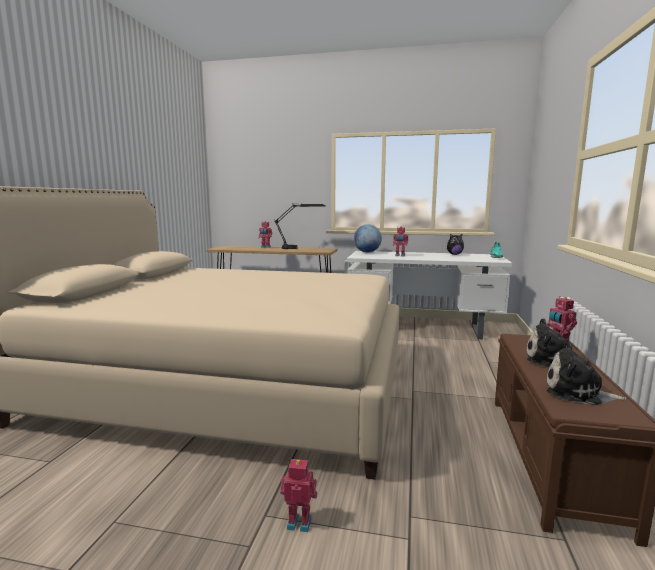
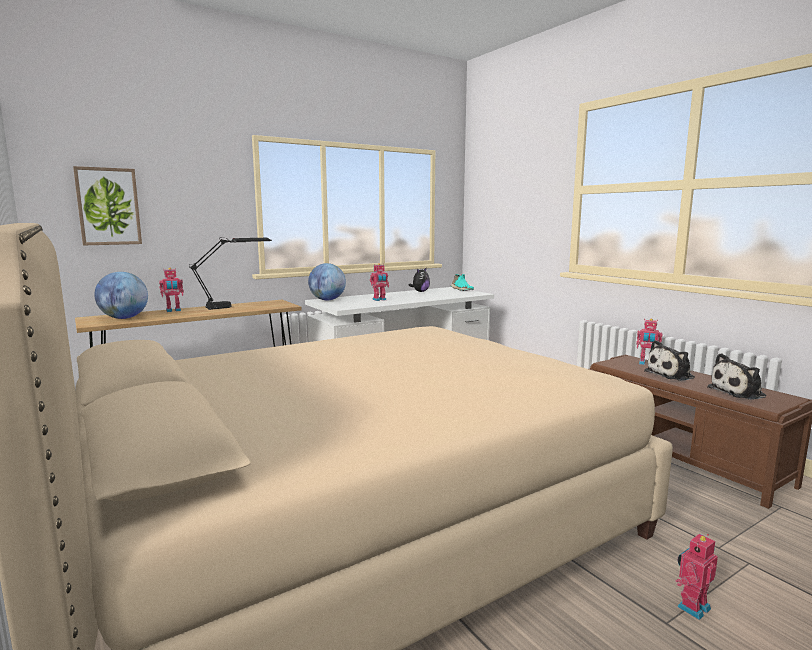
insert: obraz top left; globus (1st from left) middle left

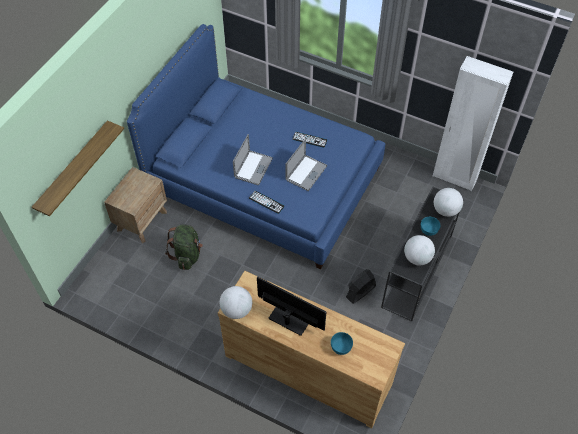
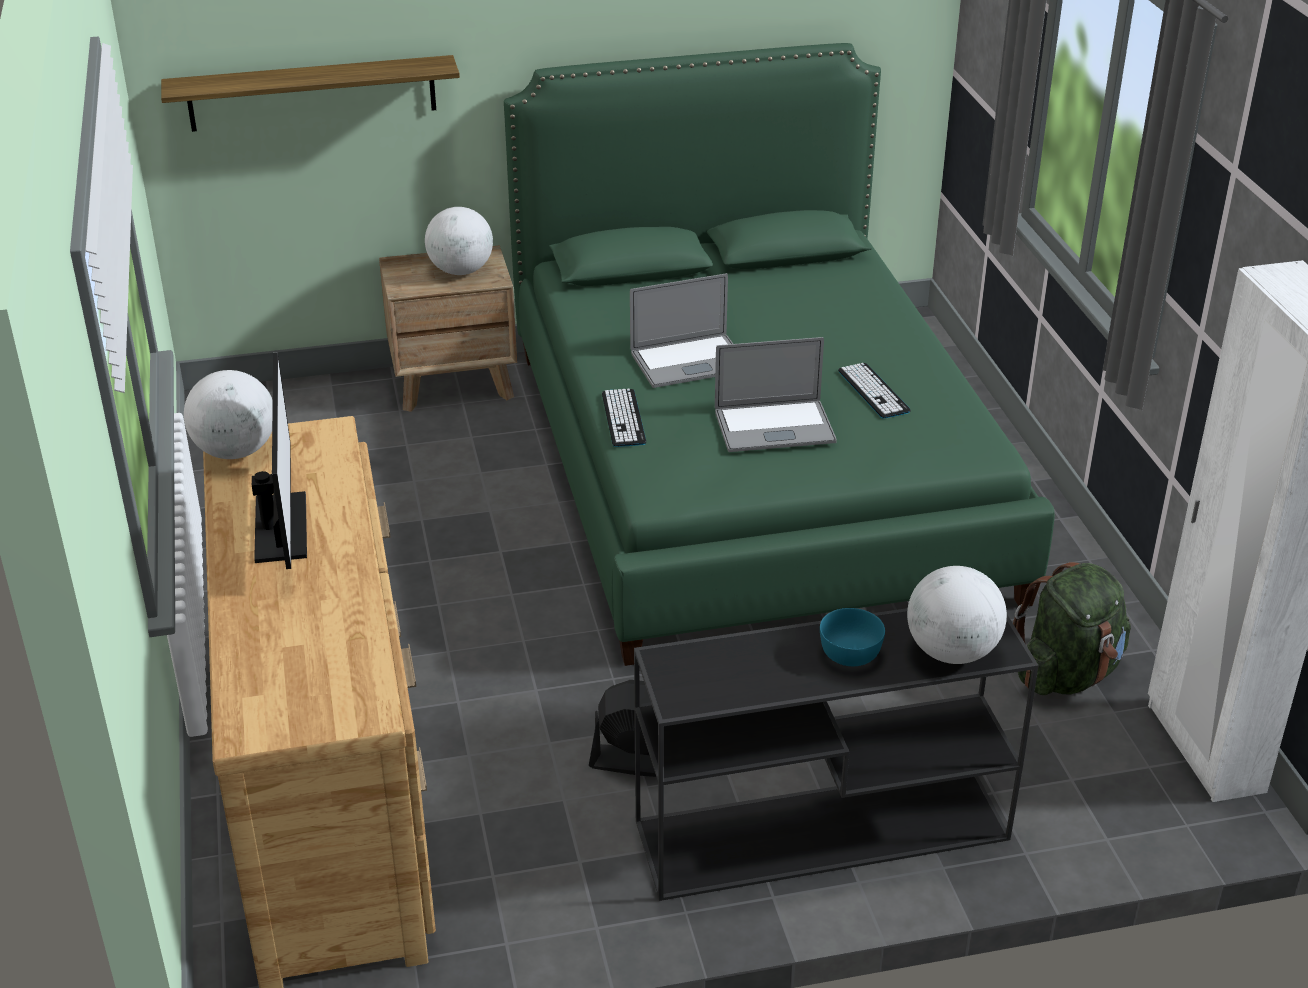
delete: miska/turkusowy (1st from left) bottom centre
move: plecak/zielony middle left to middle right; globus (2nd from left) middle right to top centre
recolor: łóżko/niebieski centre to łóżko/zielony centre

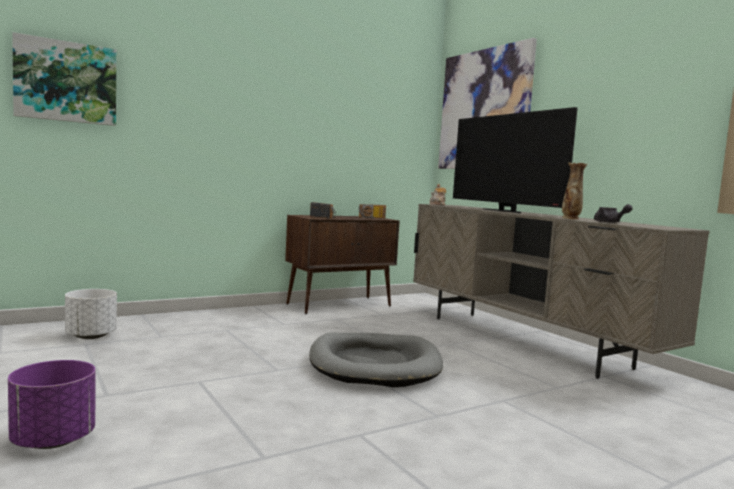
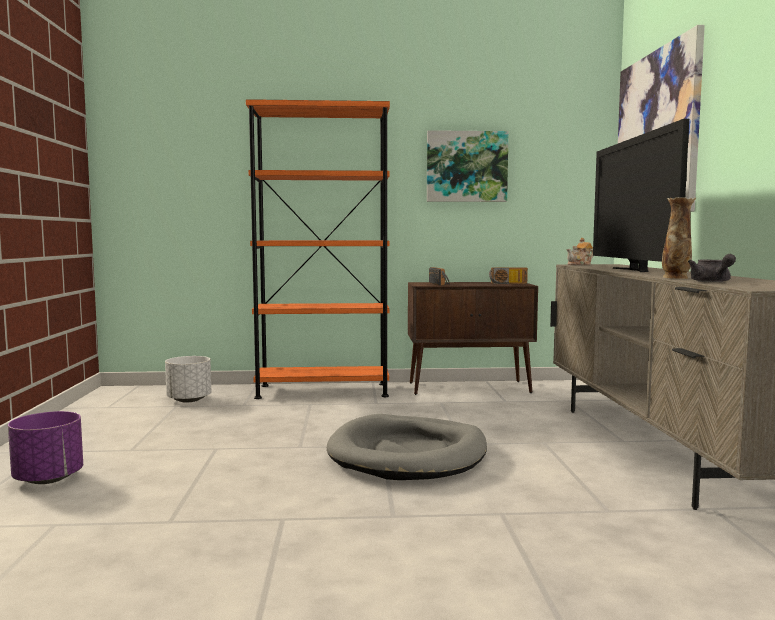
insert: regał/pomarańczowy centre
move: obraz (1st from left) top left to top centre

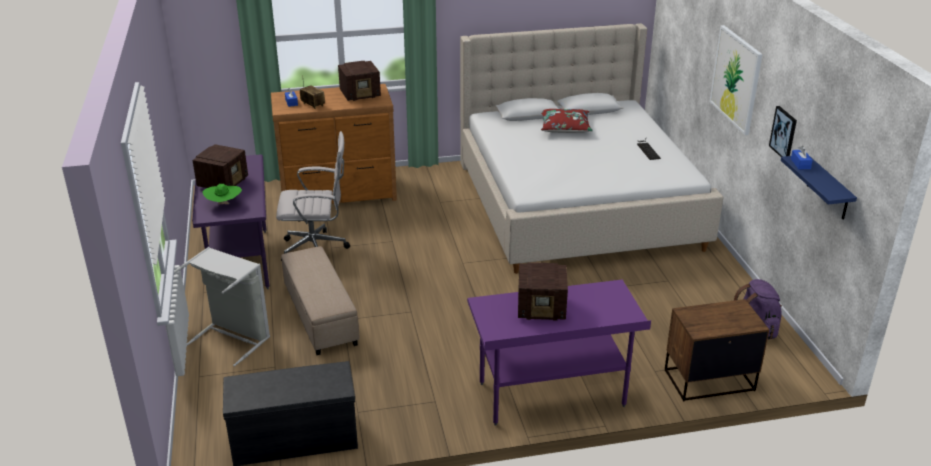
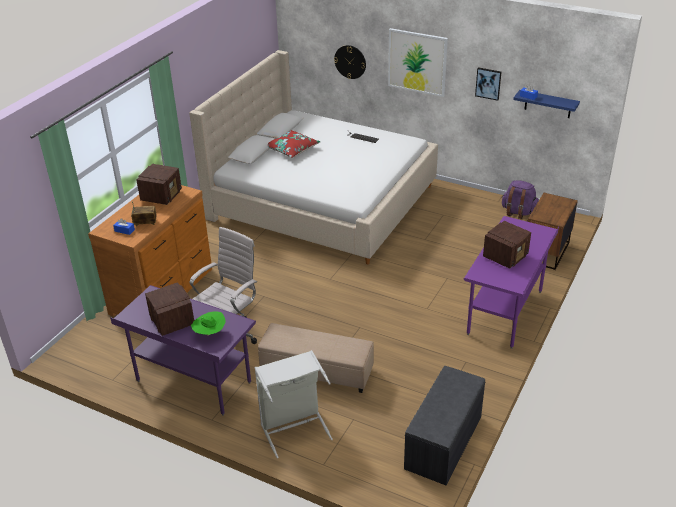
insert: zegar ścienny top centre

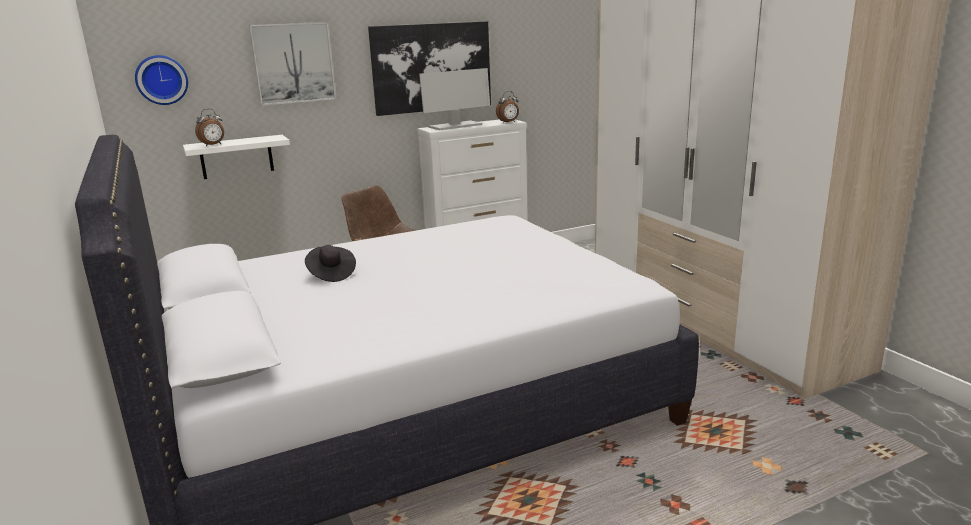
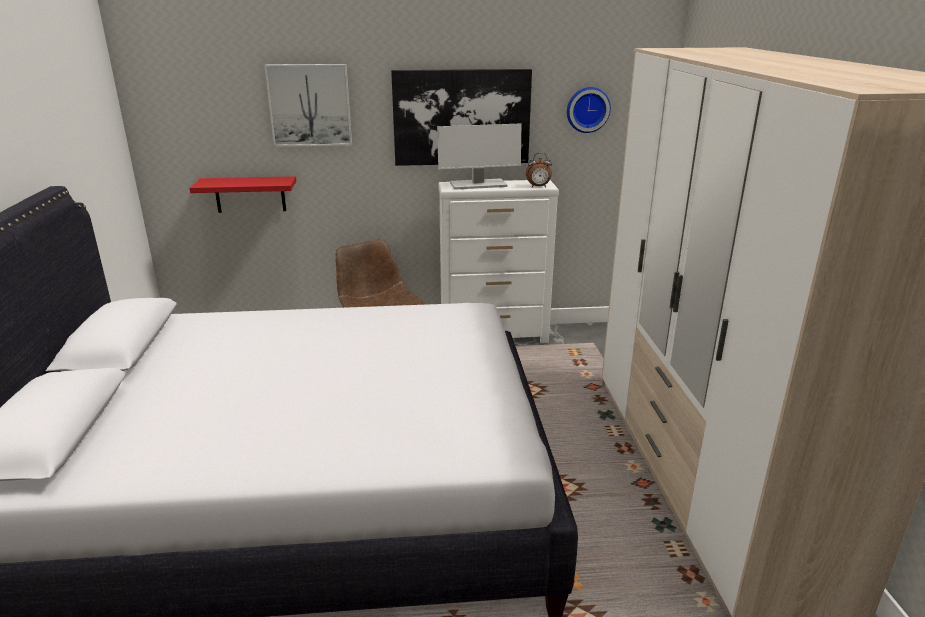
delete: budzik (1st from left) top left; kapelusz/czarny centre
move: zegar ścienny top left to top centre
recolor: półka/biały top left to półka/czerwony top left

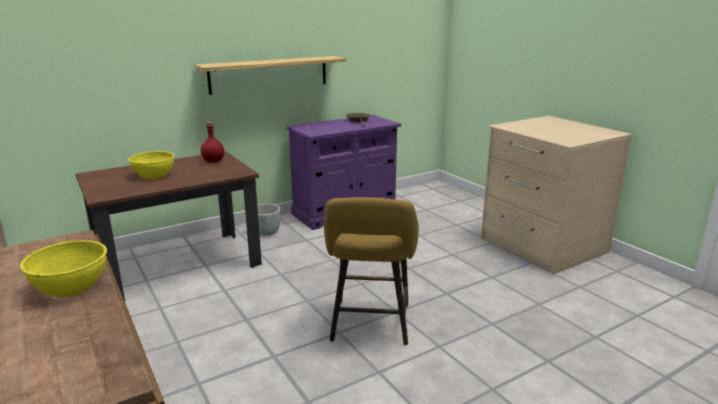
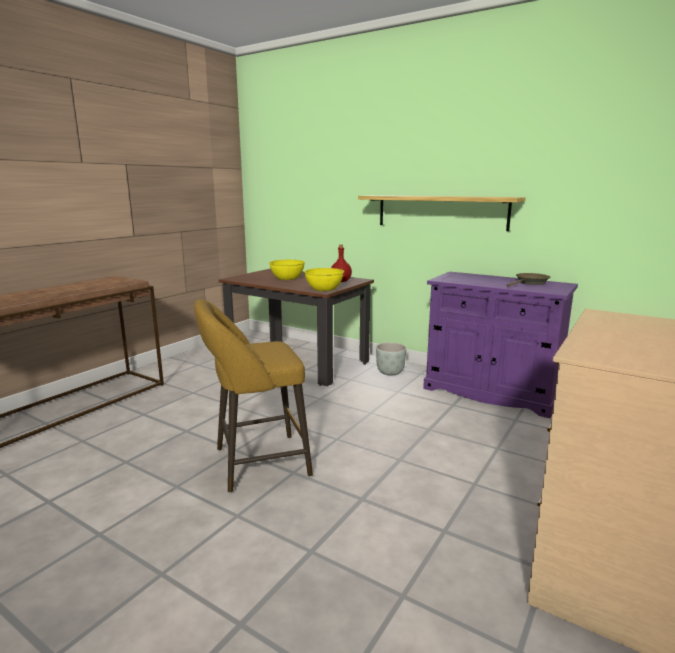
move: miska/żółty (1st from left in the first image) middle left to miska/żółty (2nd from left) centre

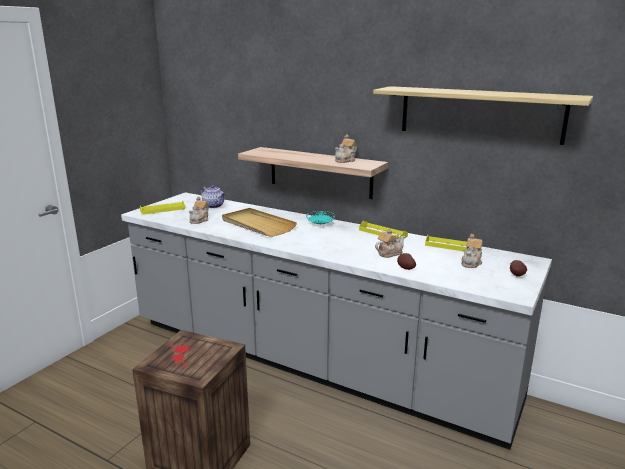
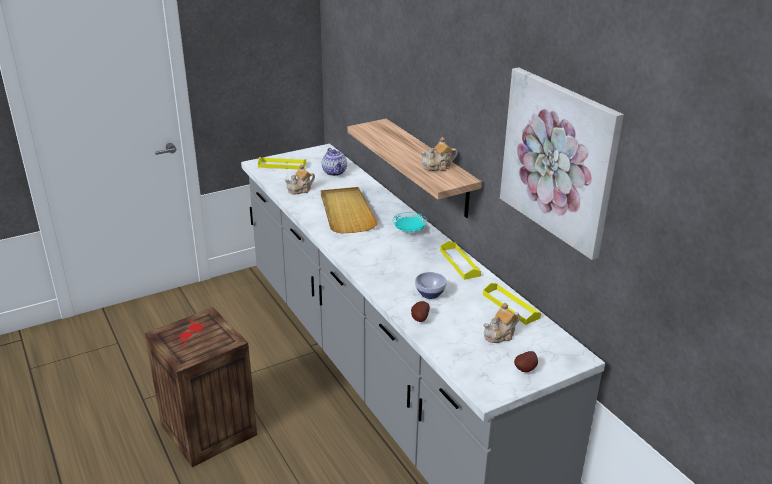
replace: półka (2nd from left) top right to obraz middle right; imbryk (4th from left) centre to miska centre

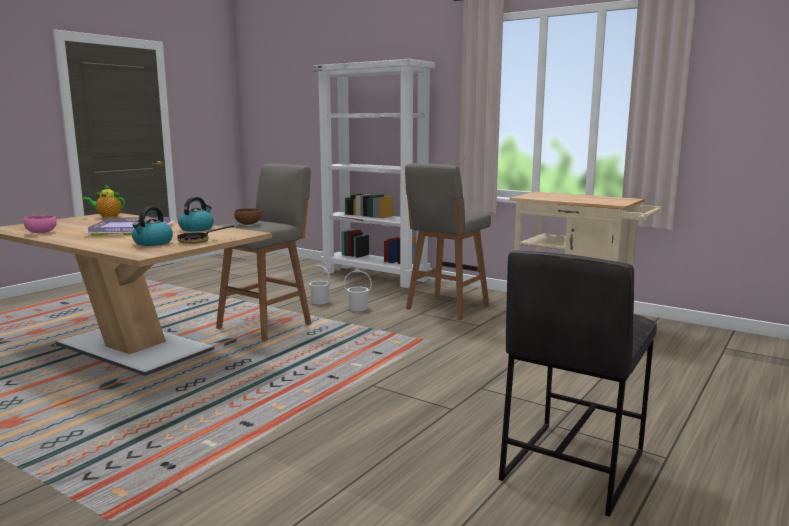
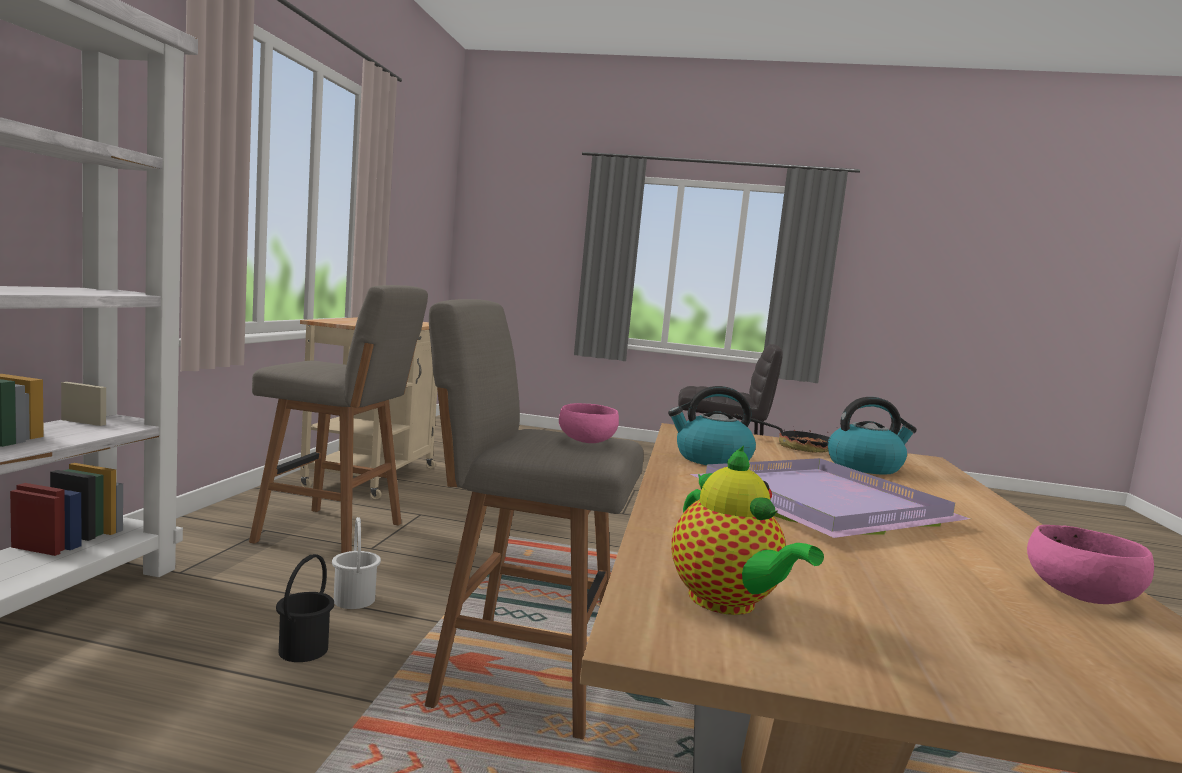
recolor: miska/brązowy middle left to miska/różowy (1st from left) centre; wiadro/biały (1st from left) centre to wiadro/czarny bottom left

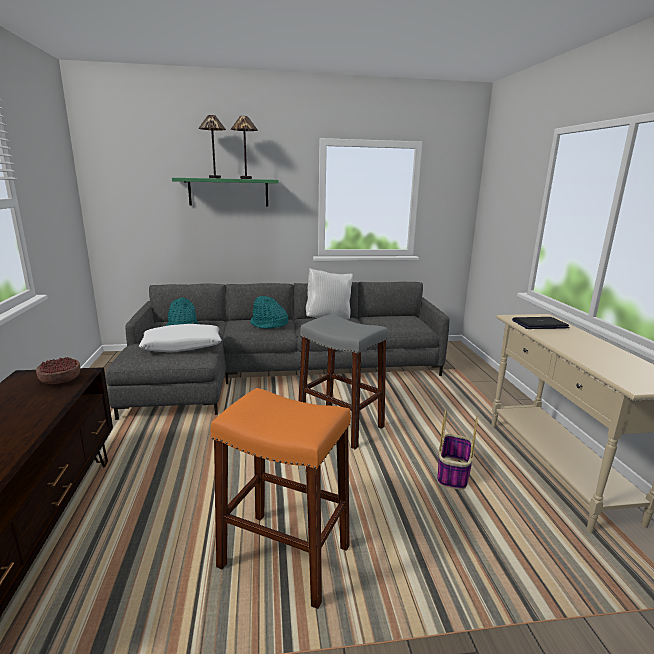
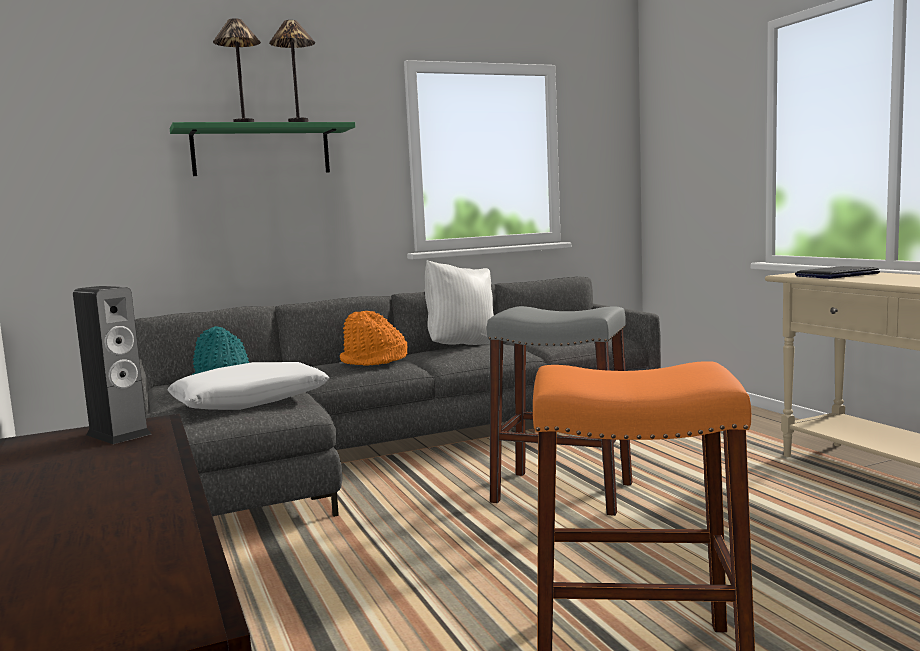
delete: koszyk bottom right
replace: miska middle left to głośnik middle left
recolor: kapelusz/turkusowy (2nd from left) centre to kapelusz/pomarańczowy centre

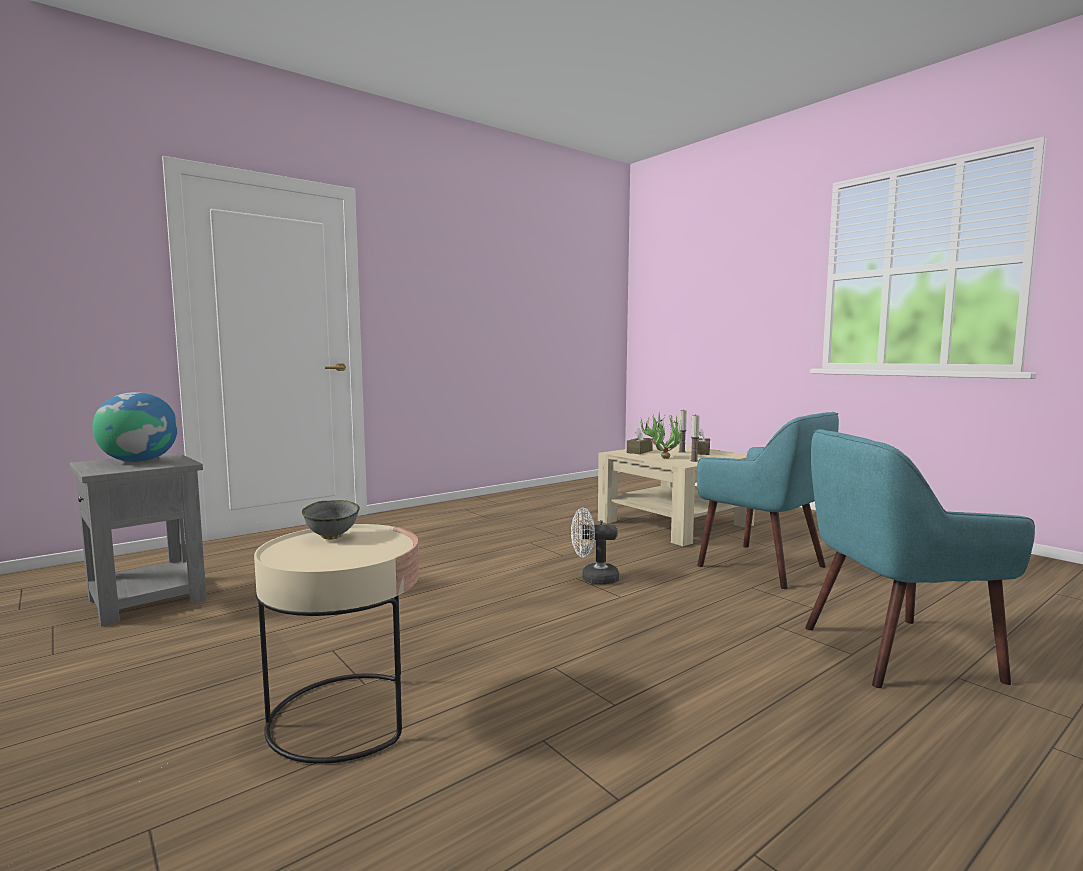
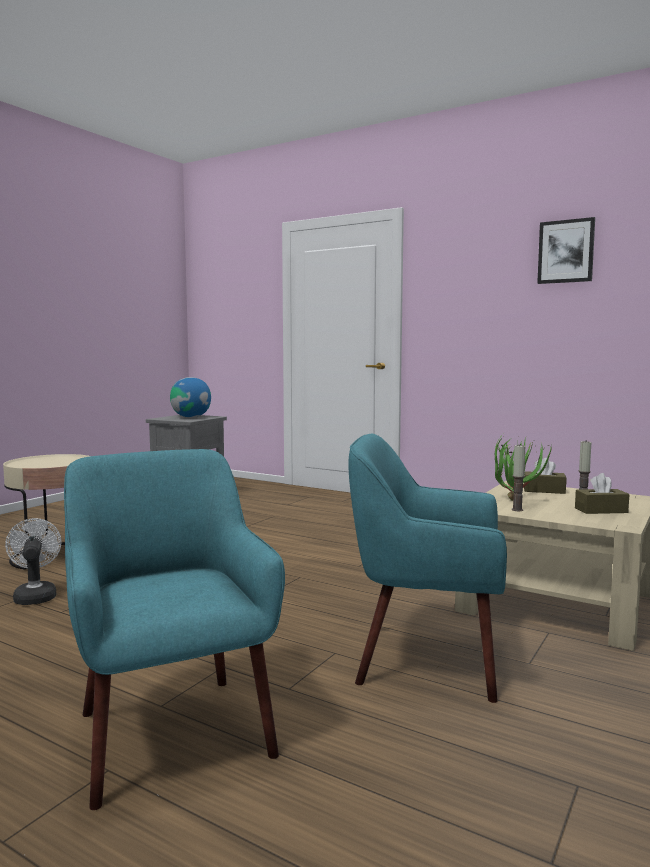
delete: miska/szary middle left
insert: obraz top right
move: wentylator/biały centre to middle left
rotate: fotel/turkusowy (1st from left in the first image) middle right = centre 75 degrees clockwise

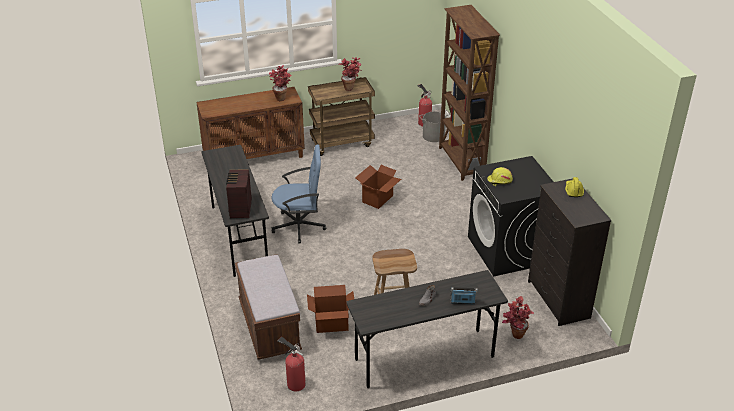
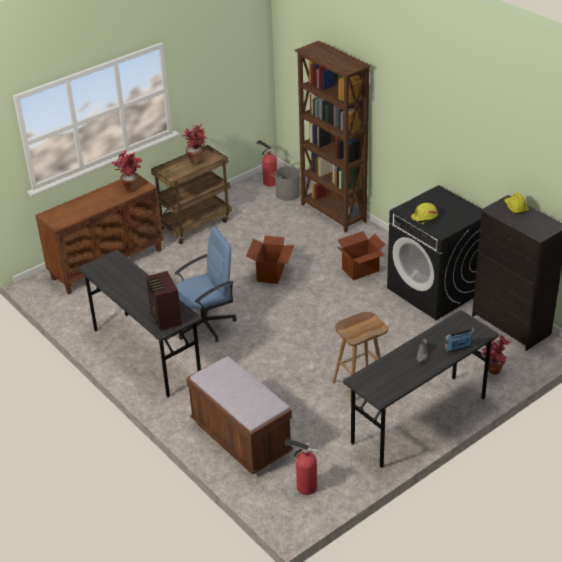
move: karton (1st from left in the first image) bottom centre to karton (2nd from left) centre

